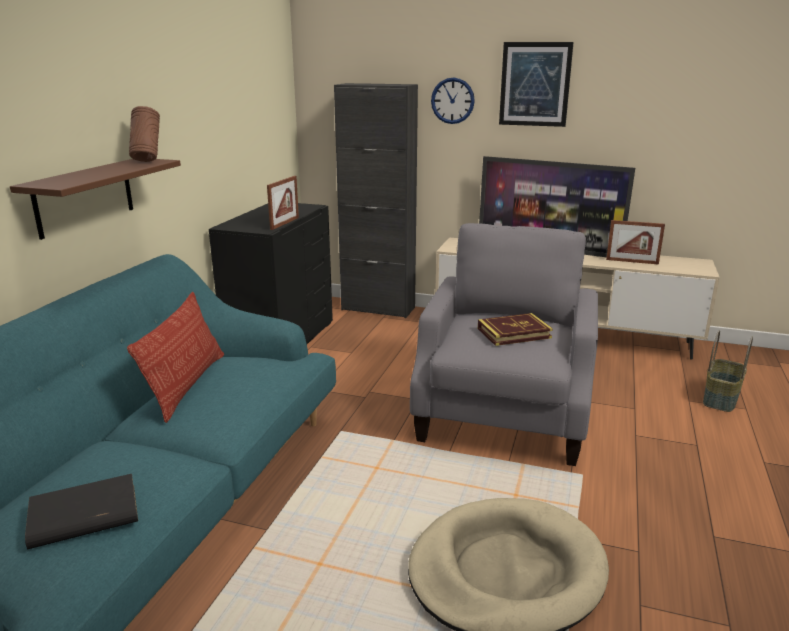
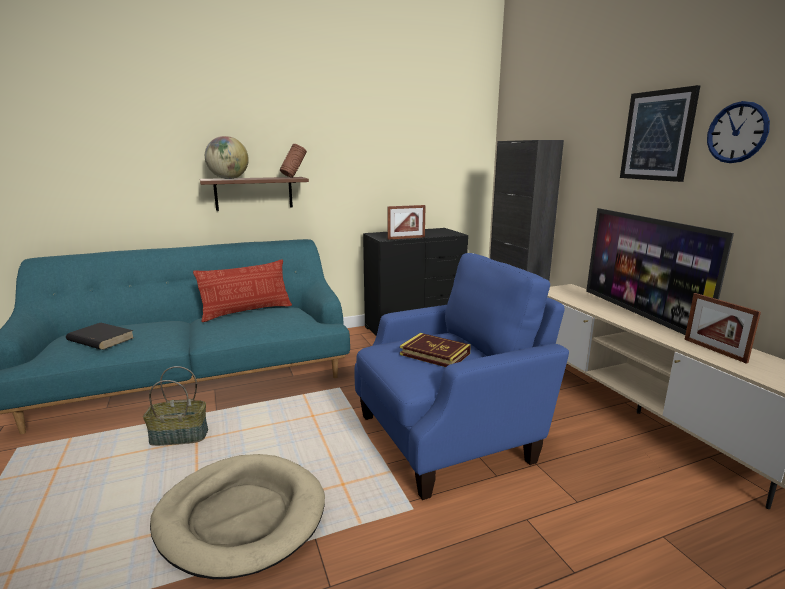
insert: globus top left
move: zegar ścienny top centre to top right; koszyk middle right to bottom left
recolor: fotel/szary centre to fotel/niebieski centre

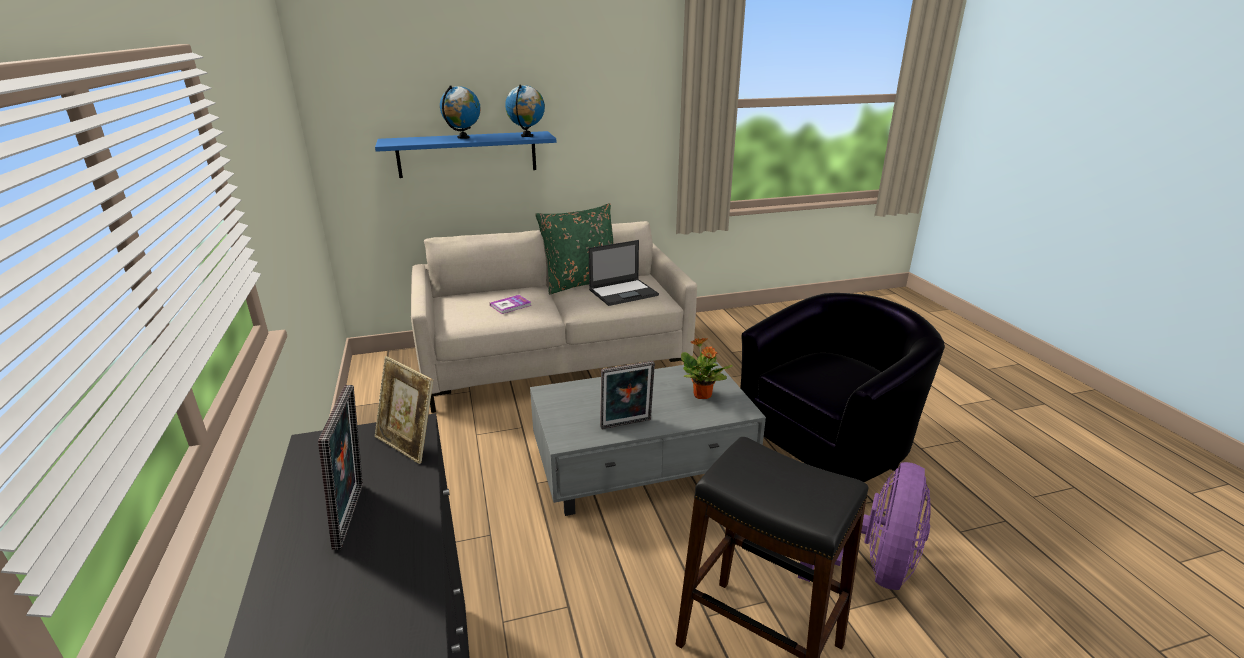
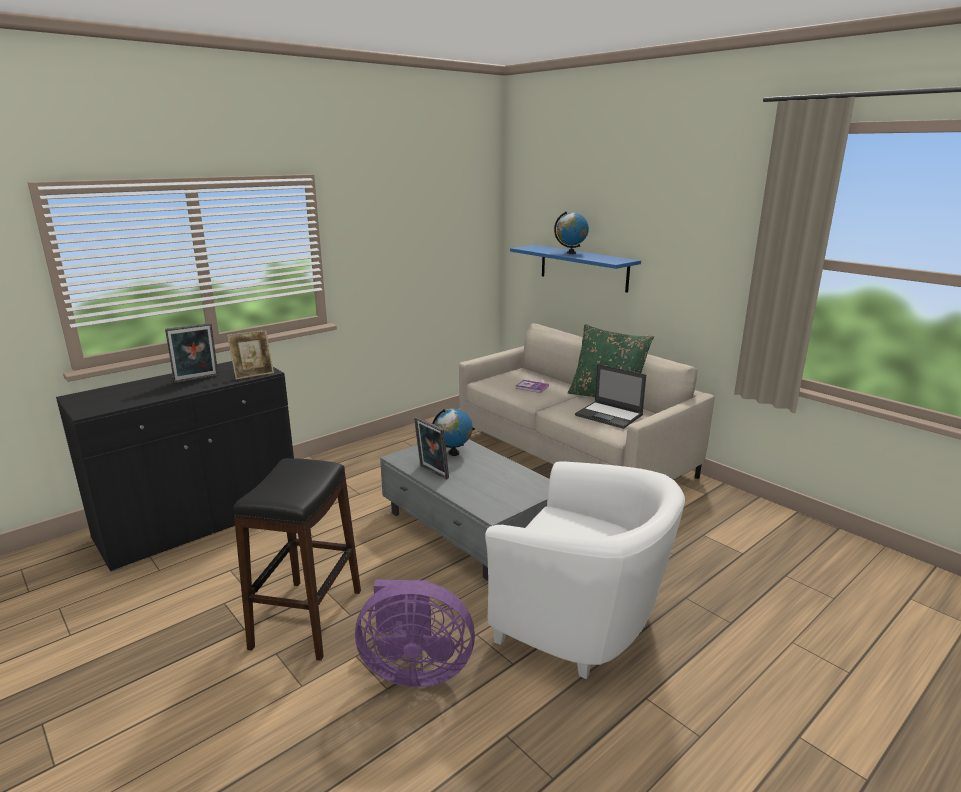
delete: roślina doniczkowa centre
move: globus (2nd from left in the first image) top centre to globus (1st from left) centre
recolor: fotel/czarny middle right to fotel/biały bottom centre
rotate: ramka na zdjęcie (2nd from left) middle left = middle left 135 degrees counterclockwise

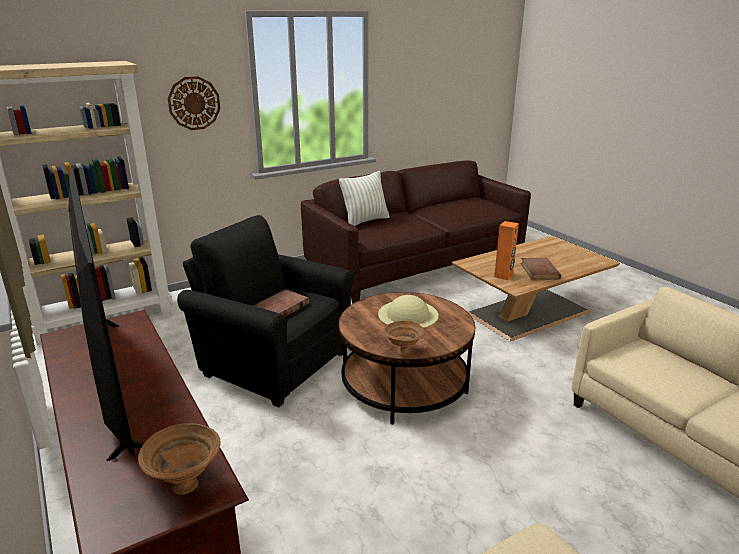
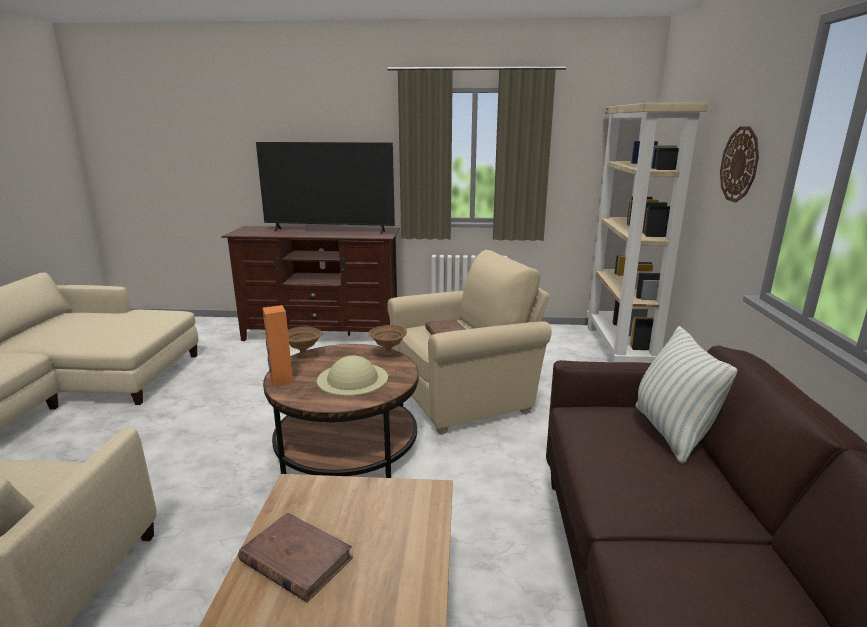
move: głośnik/pomarańczowy middle right to middle left; miska/brązowy (1st from left in the first image) bottom left to miska/brązowy (2nd from left) centre
recolor: fotel/czarny centre to fotel/beżowy centre

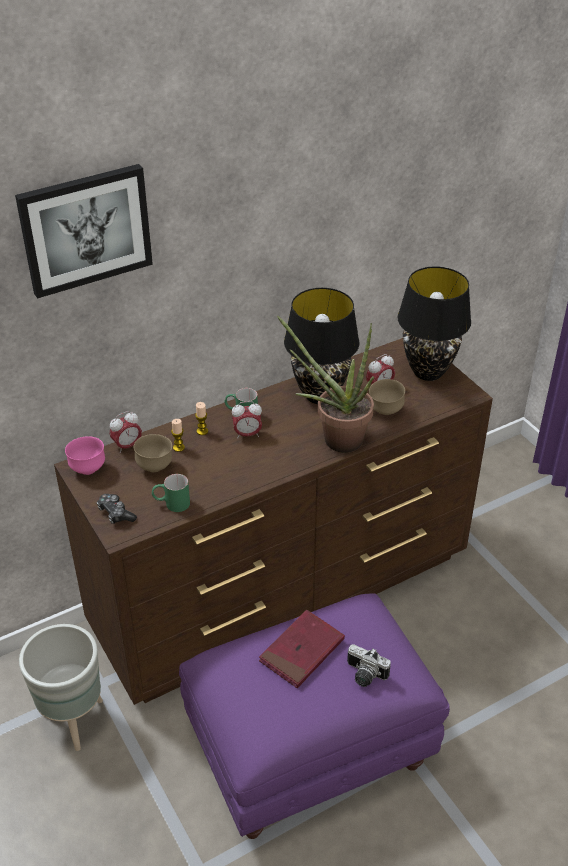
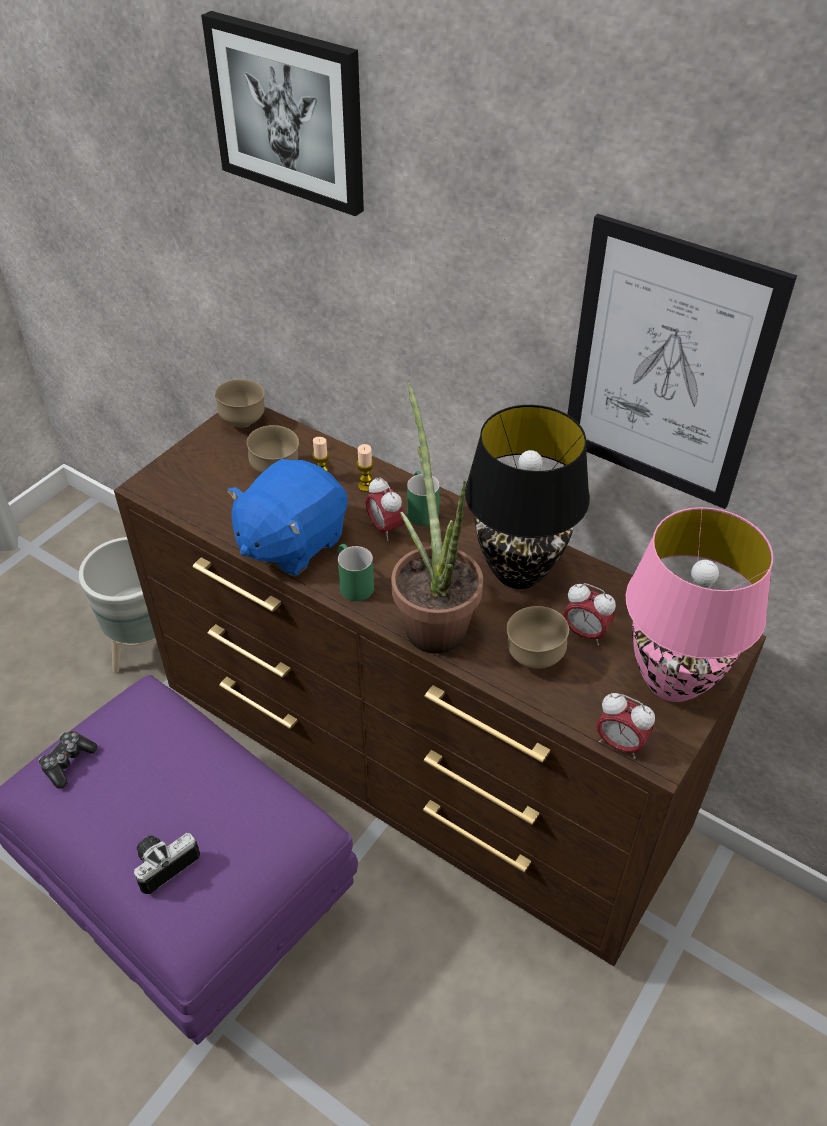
delete: książka/czerwony bottom centre
insert: obraz (2nd from left) top right; pluszak/niebieski centre
move: budzik (1st from left in the first image) middle left to budzik (3rd from left) middle right; kubek/zielony (1st from left) middle left to centre; pad do gier middle left to bottom left
recolor: lampa stołowa/czarny (2nd from left) middle right to lampa stołowa/różowy middle right; miska/różowy middle left to miska/brązowy (1st from left) middle left
rotate: aparat fotograficzny bottom centre = bottom left 45 degrees clockwise

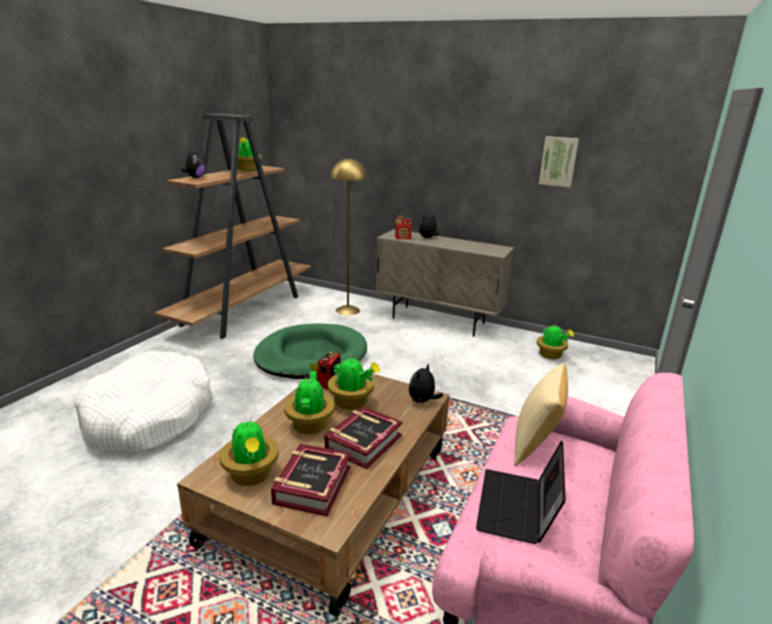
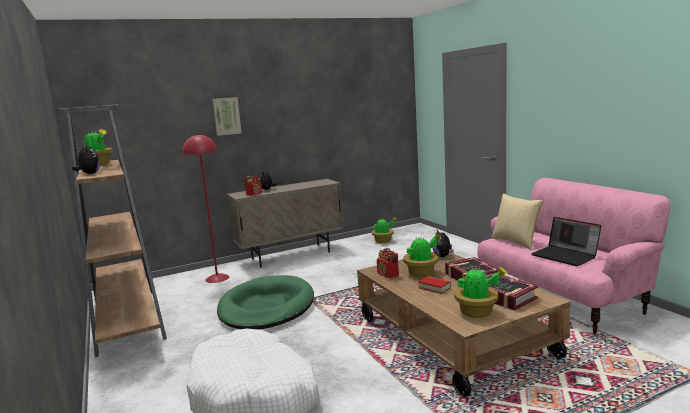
move: obraz top right to top left
replace: roślina doniczkowa (3rd from left) centre to książka (1st from left) bottom centre
recolor: lampa stojąca/żółty centre to lampa stojąca/czerwony middle left

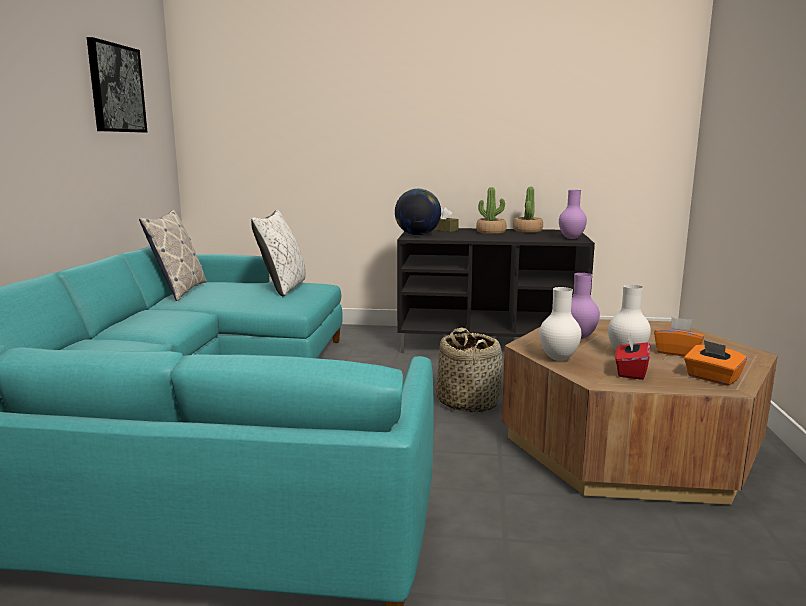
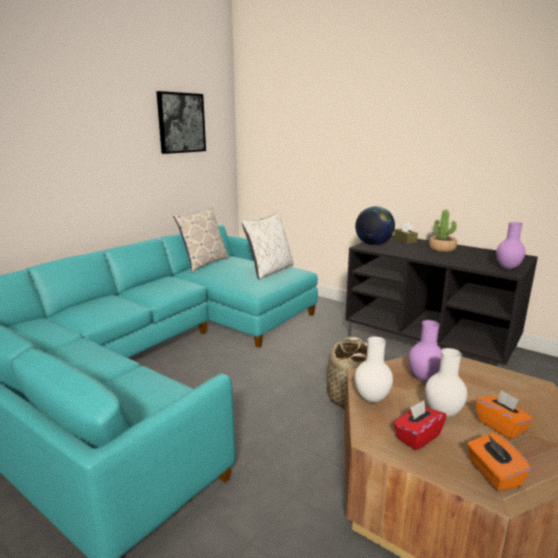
delete: roślina doniczkowa (2nd from left) centre

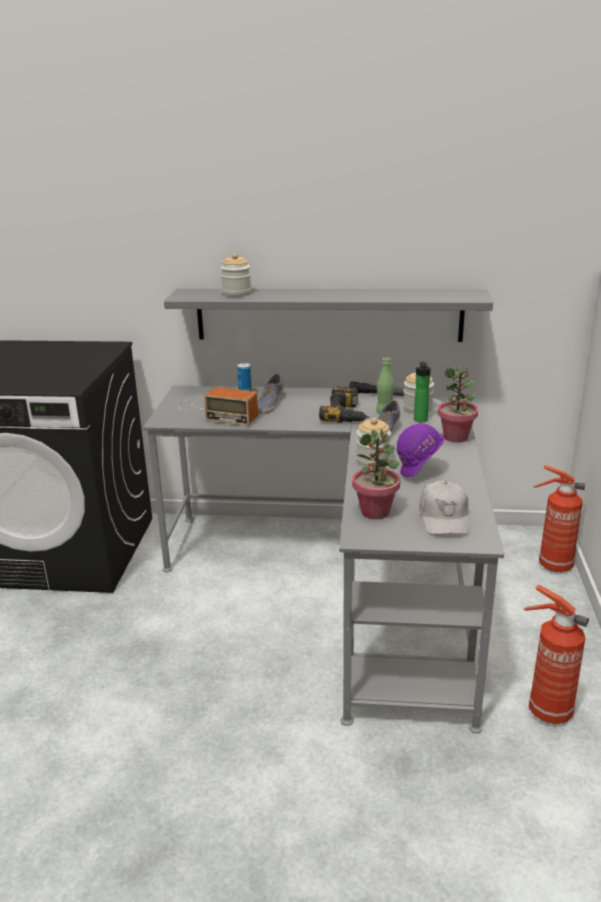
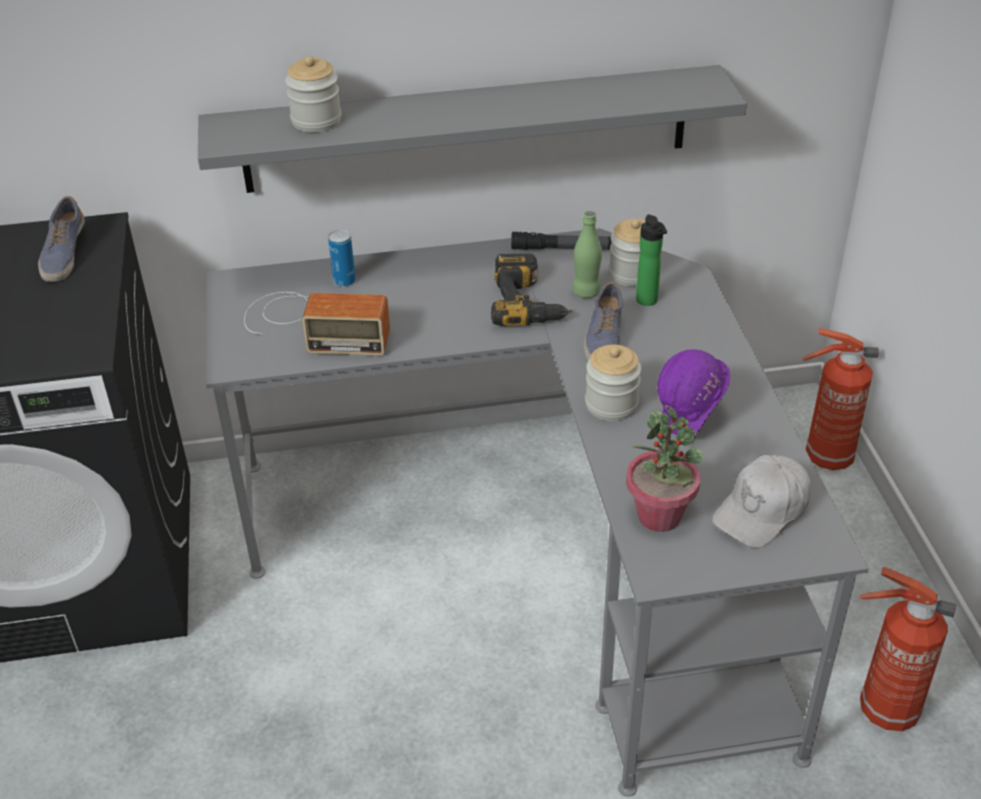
delete: roślina doniczkowa (2nd from left) middle right
move: but (1st from left) centre to top left
rotate: czapka z daszkiem/biały middle right = middle right 60 degrees clockwise

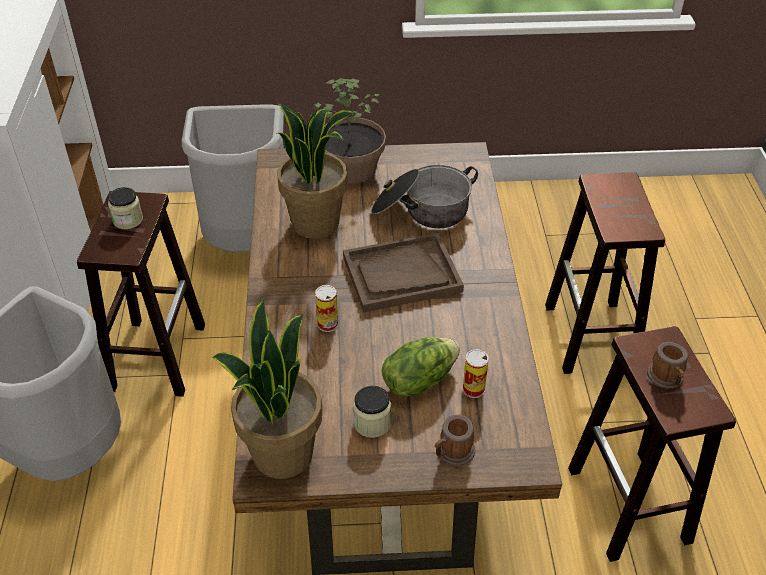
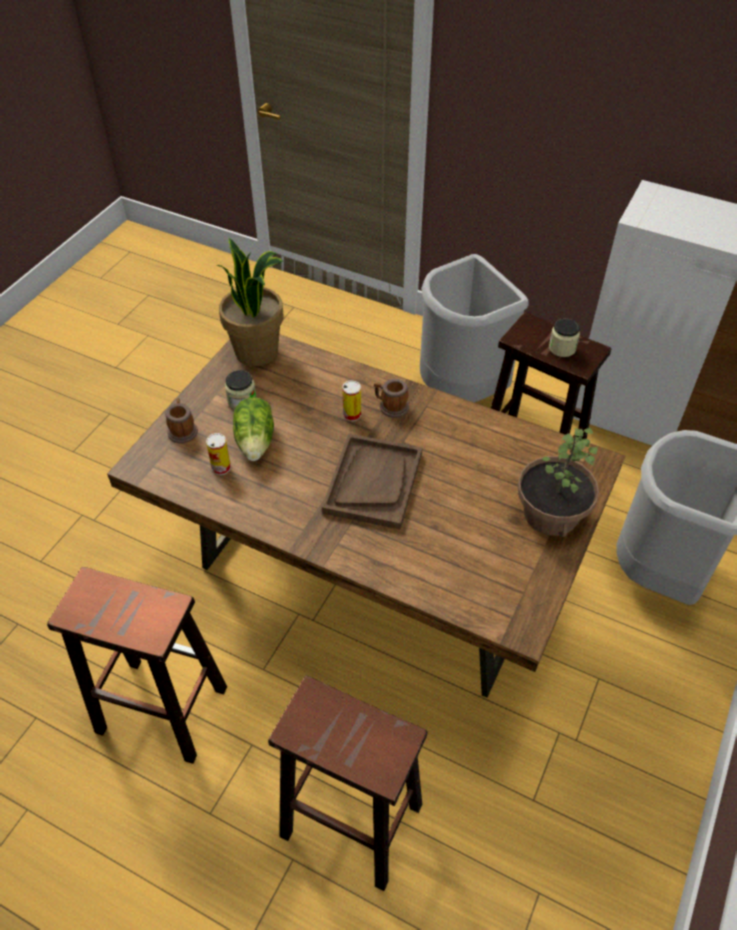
delete: roślina doniczkowa (2nd from left) top centre; garnek centre
move: kubek (2nd from left) middle right to centre

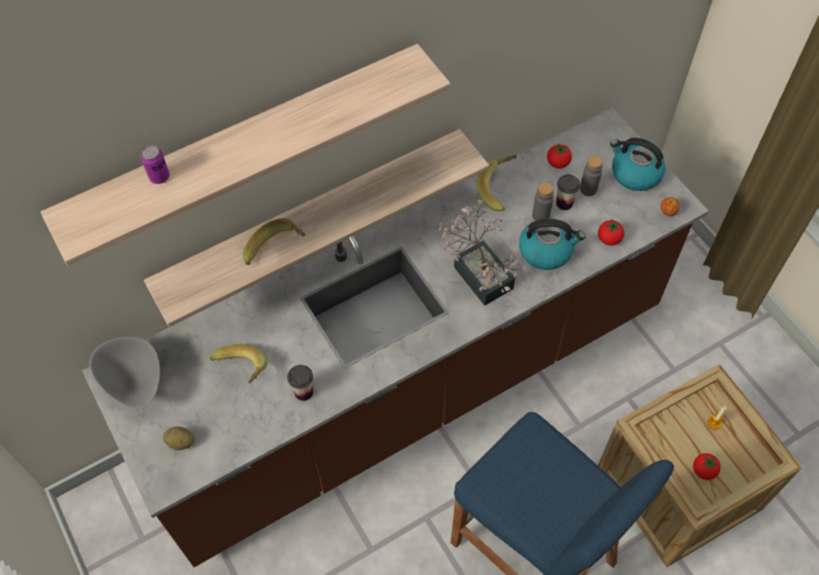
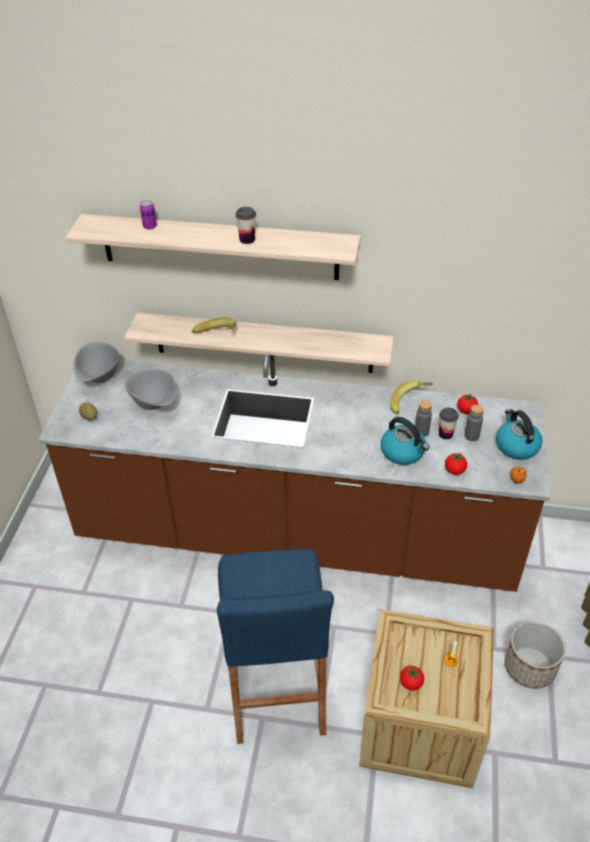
delete: roślina doniczkowa centre
insert: donica bottom right
move: filiżanka (1st from left) centre to top centre
replace: banan (1st from left) middle left to miska/szary (2nd from left) middle left

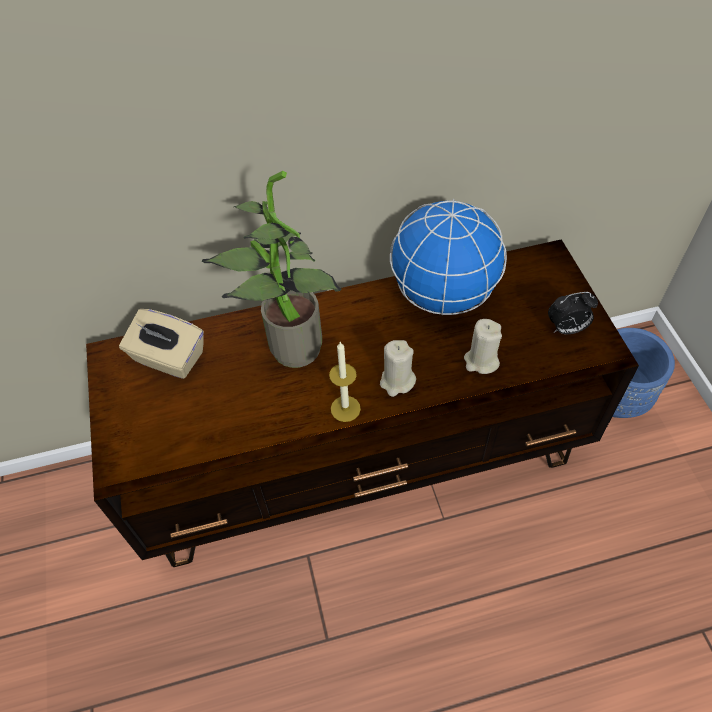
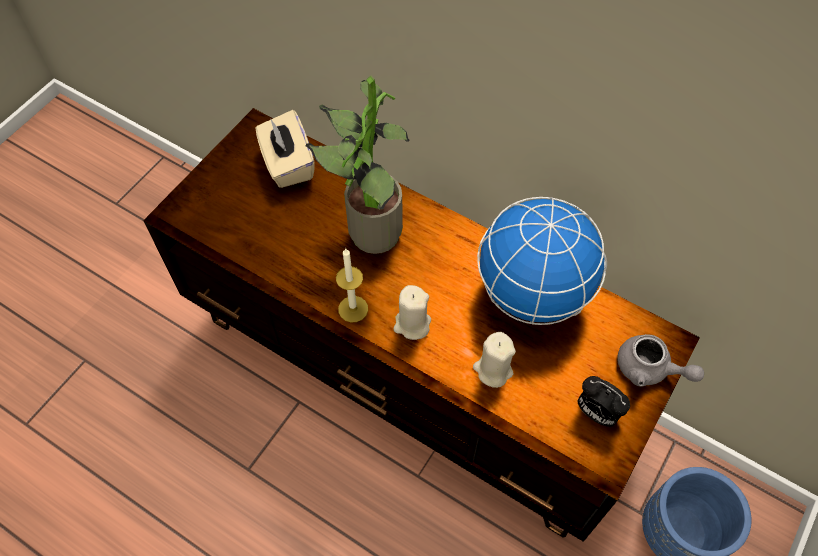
insert: imbryk/szary middle right

